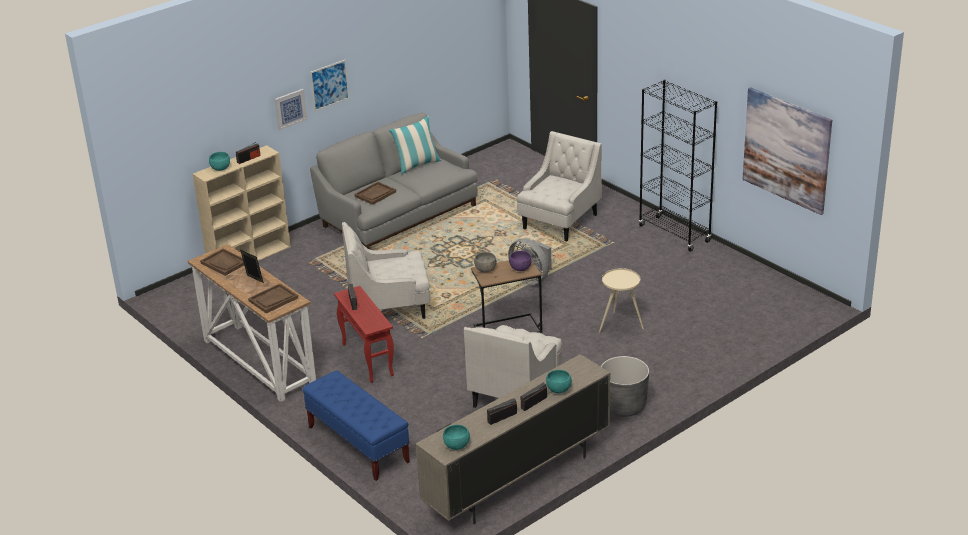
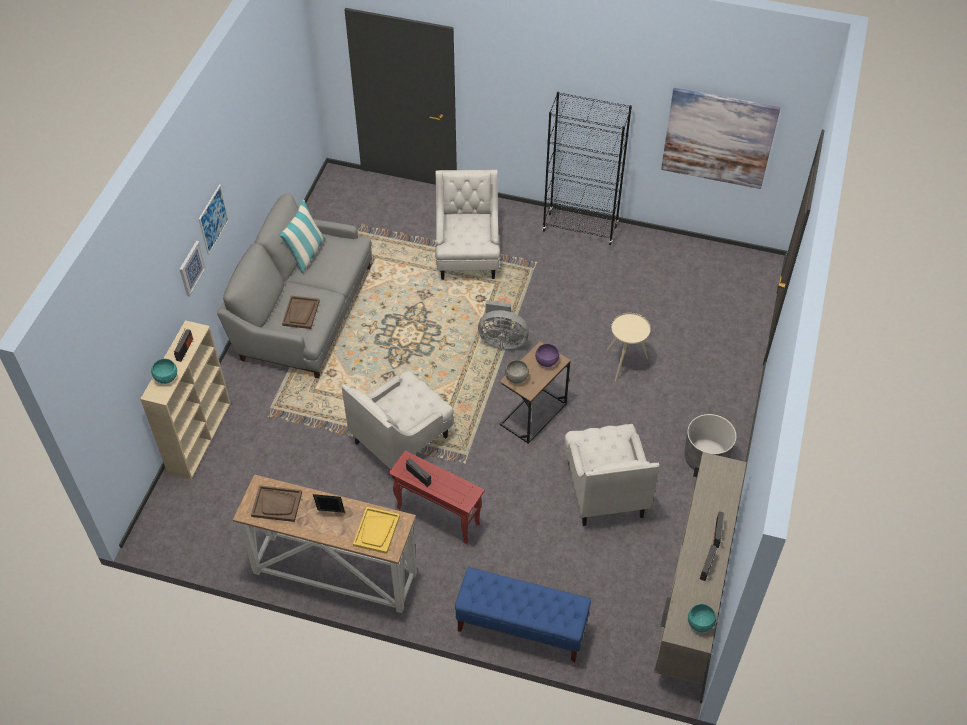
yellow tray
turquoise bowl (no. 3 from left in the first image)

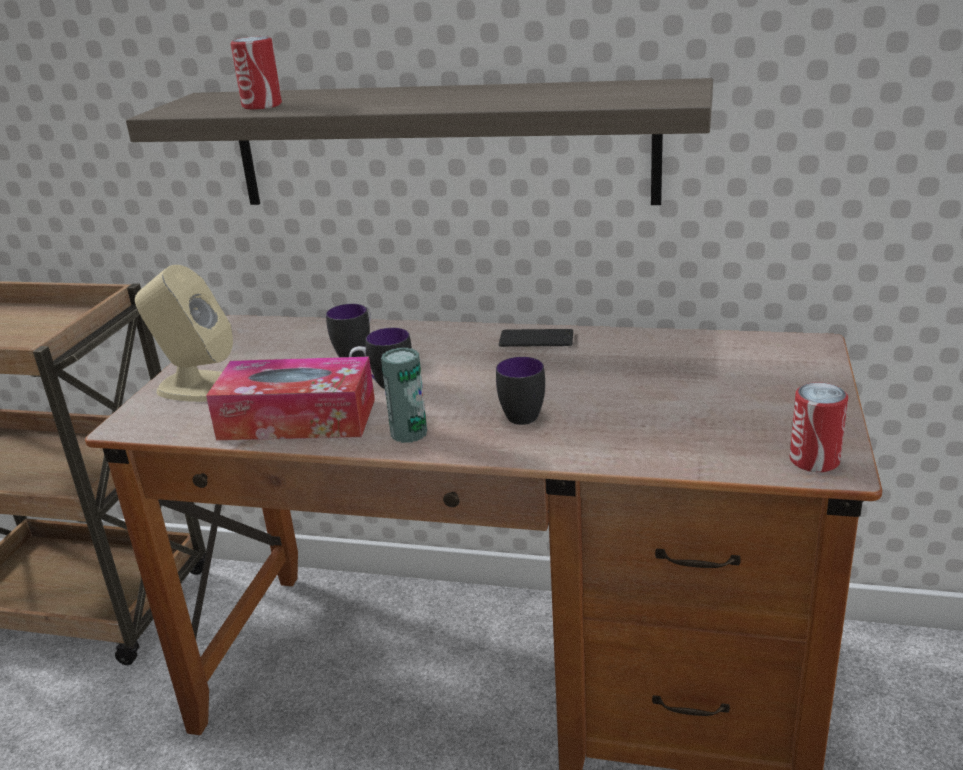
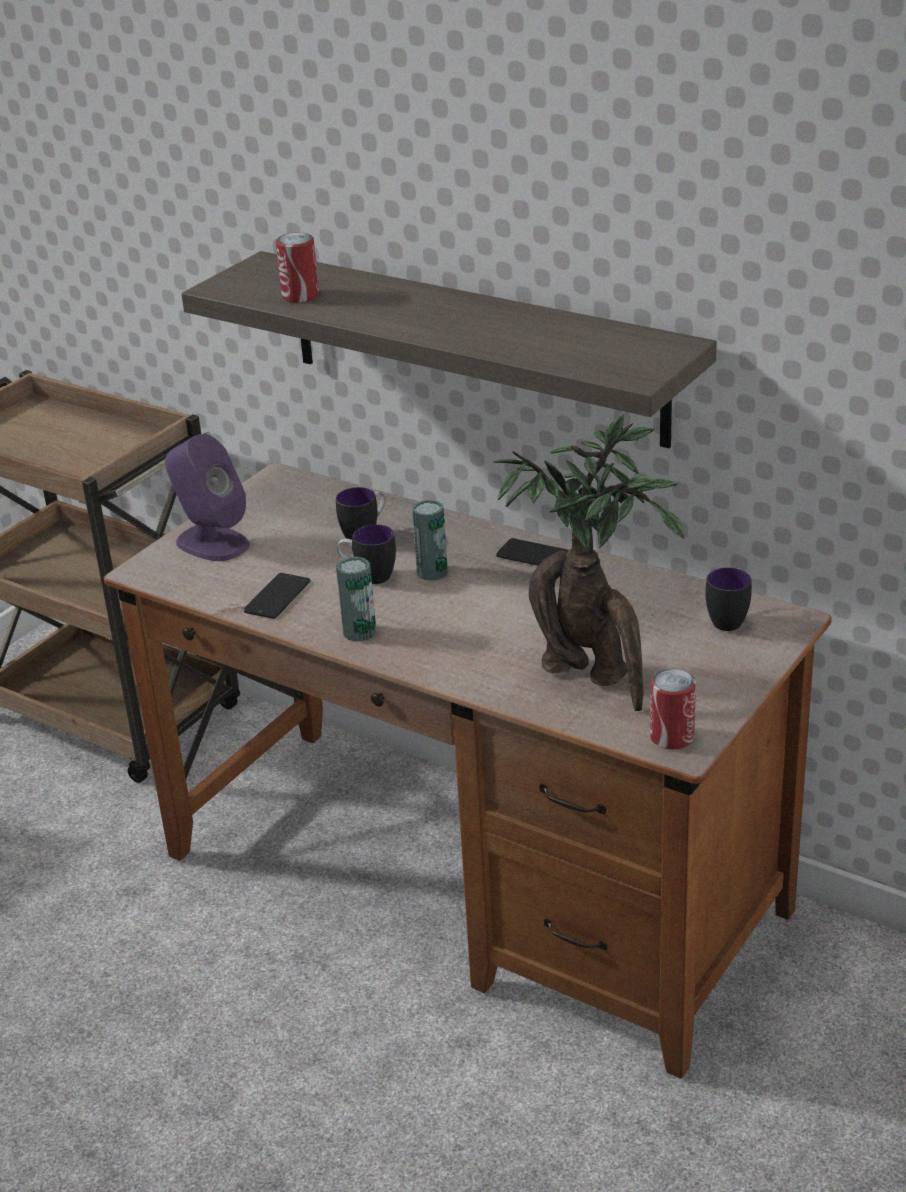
purple speaker
phone (no. 1 from left)
mug (no. 3 from left)
can (no. 3 from left)
potted plant

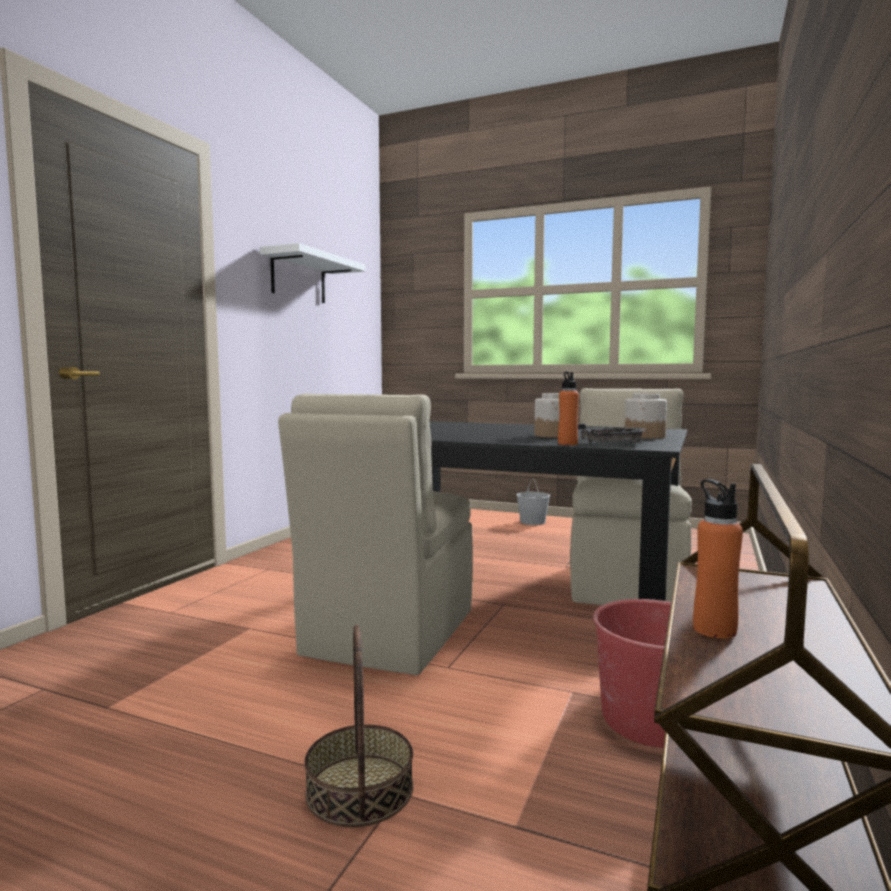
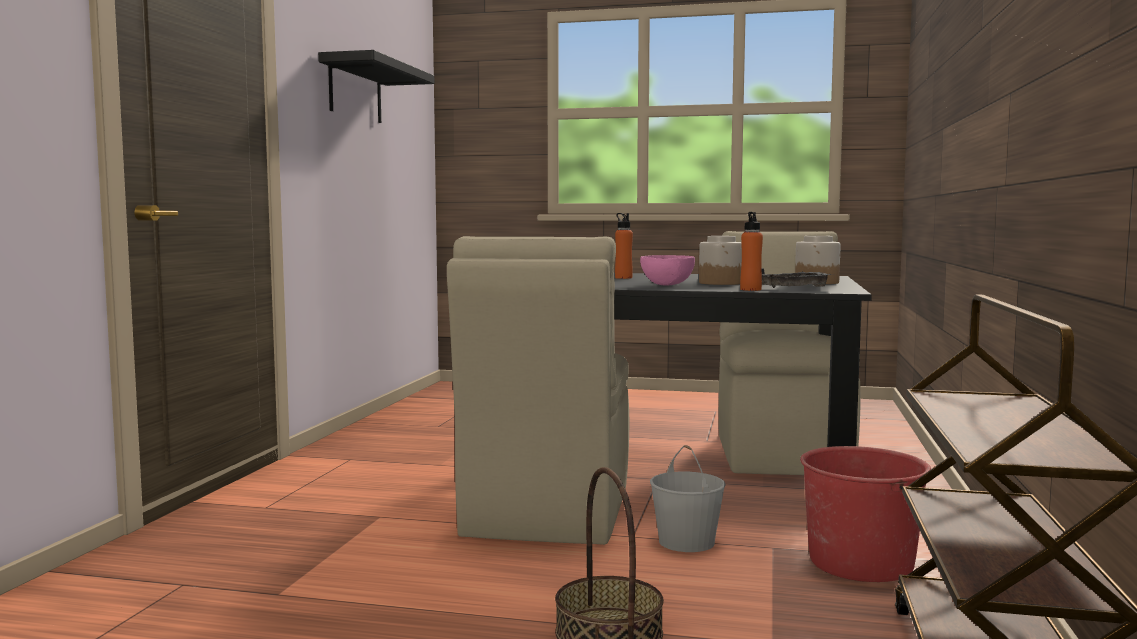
black shelf
white bucket
orange bottle (no. 1 from left)
pink bowl

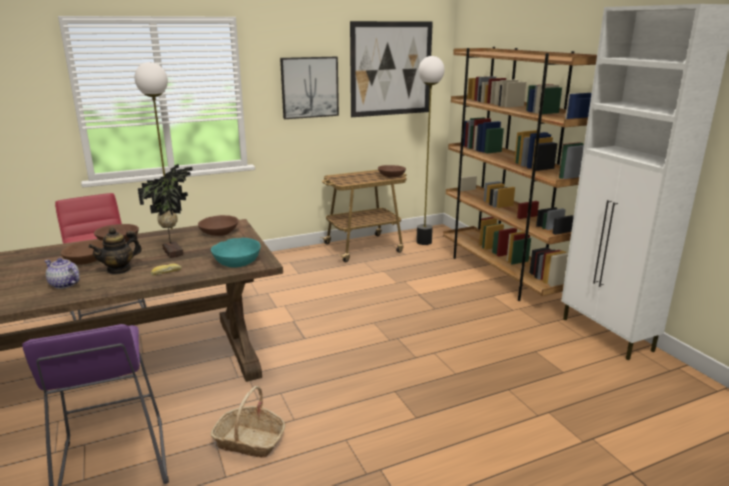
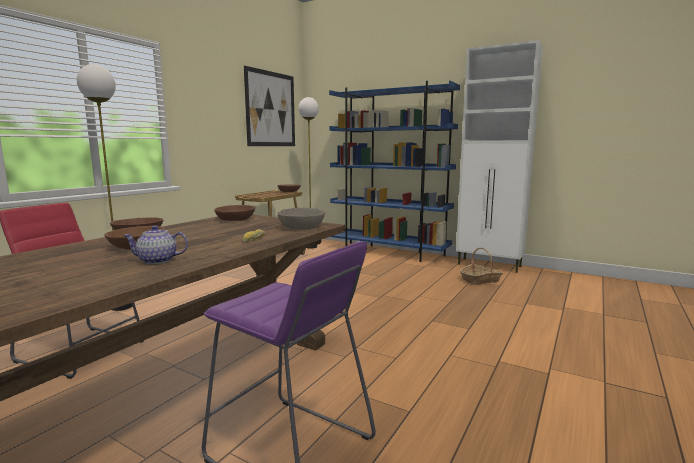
teapot (no. 2 from left in the first image)
potted plant
grey bowl
basket
picture (no. 1 from left in the first image)
blue bookcase

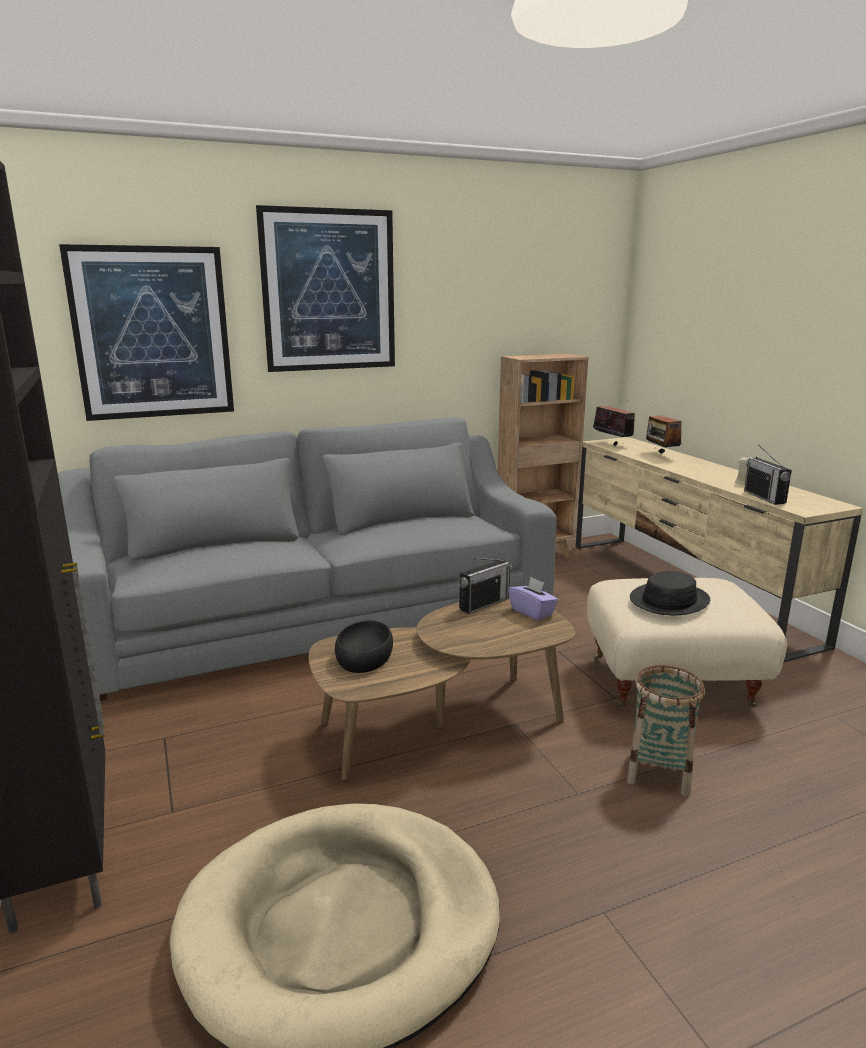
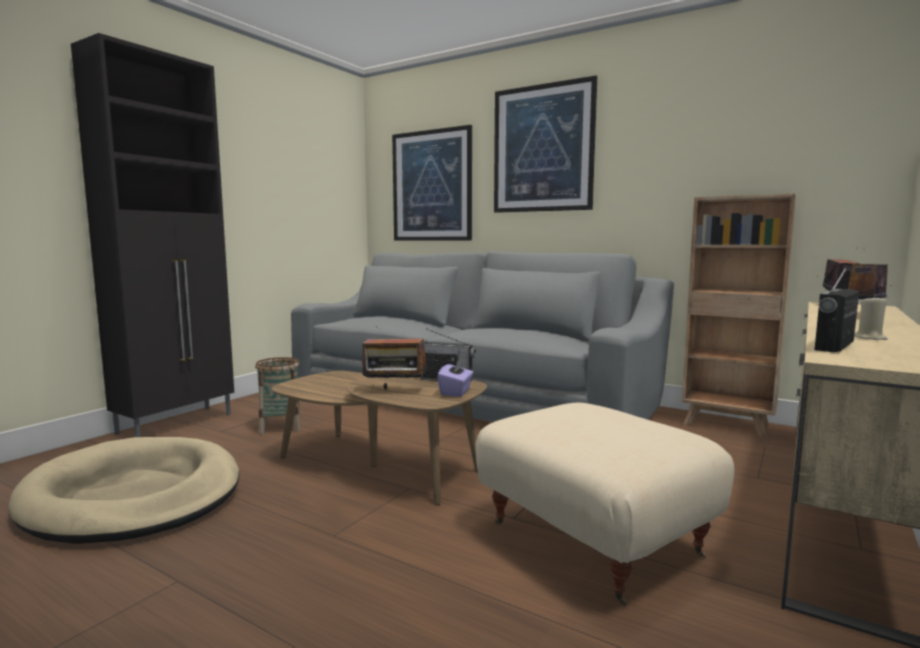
black bowl
basket
black hat
radio (no. 1 from left)

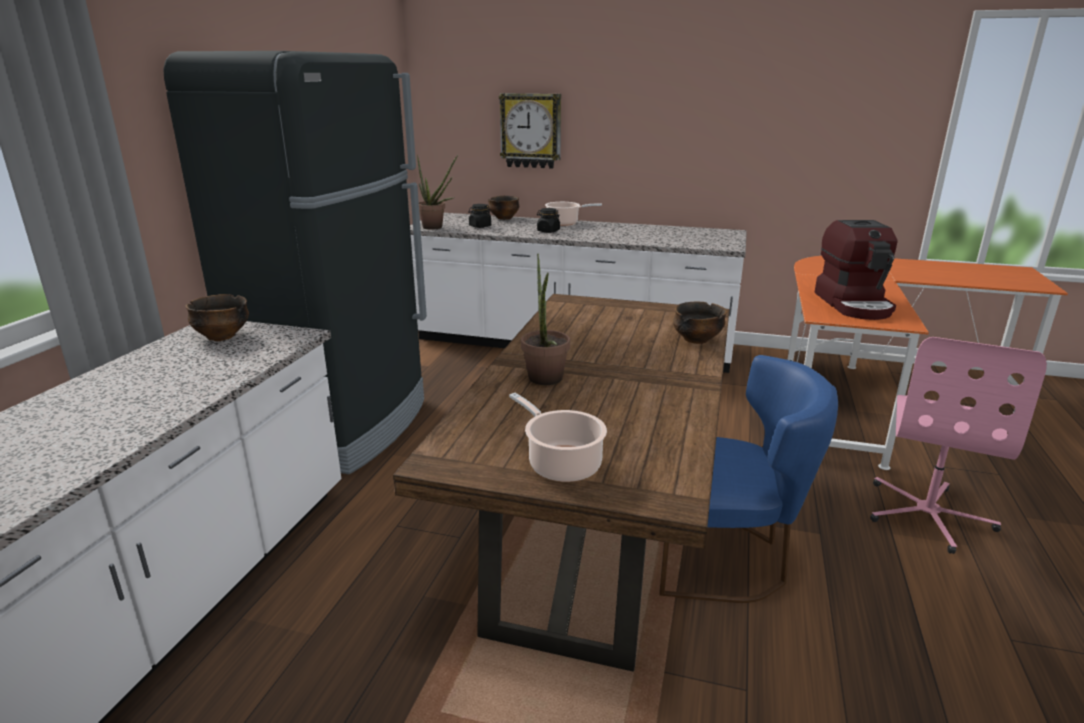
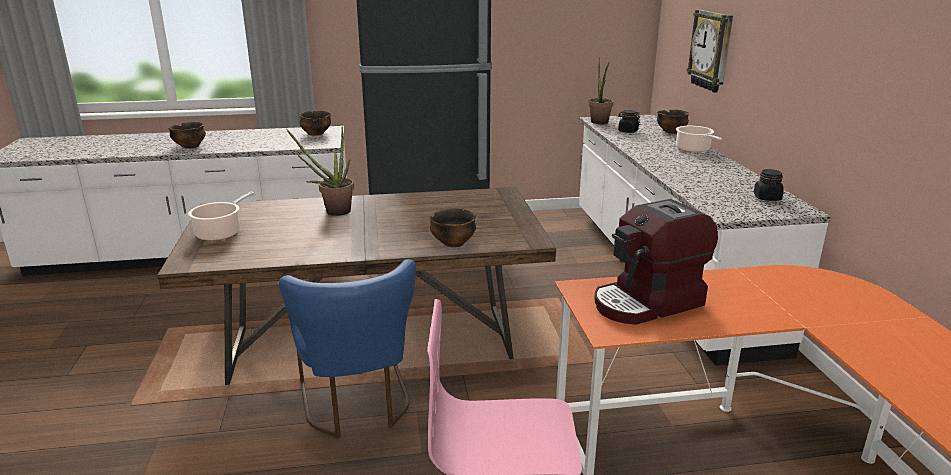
black jar (no. 2 from left)
bowl (no. 1 from left)

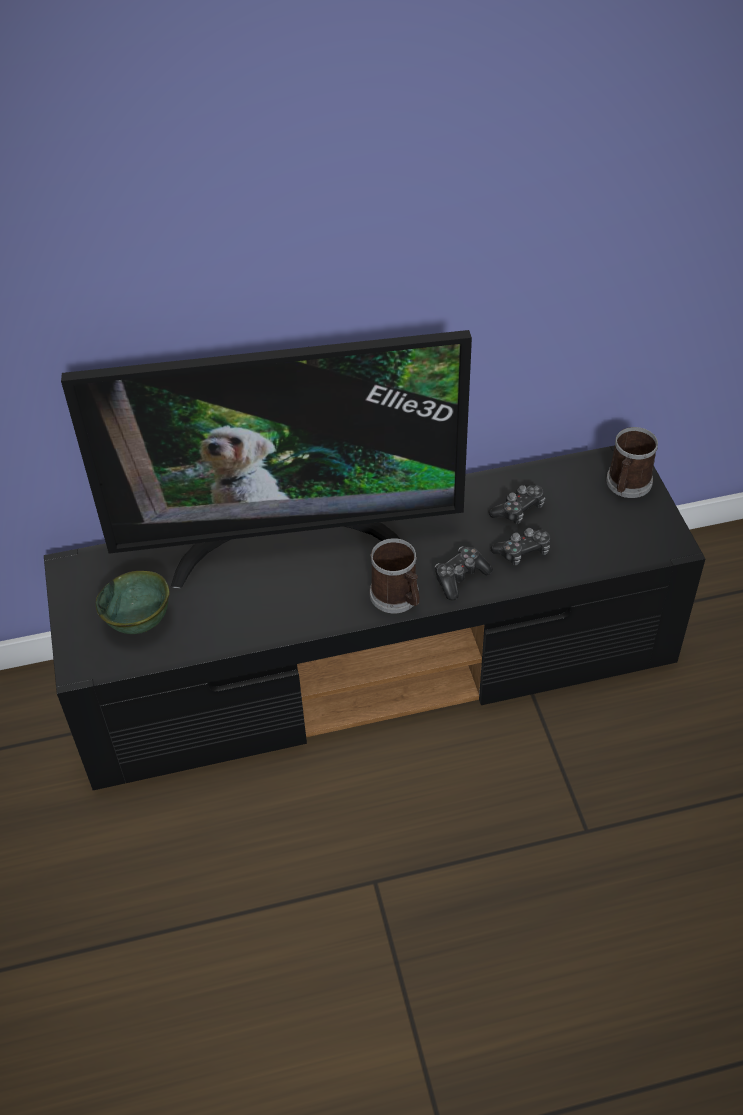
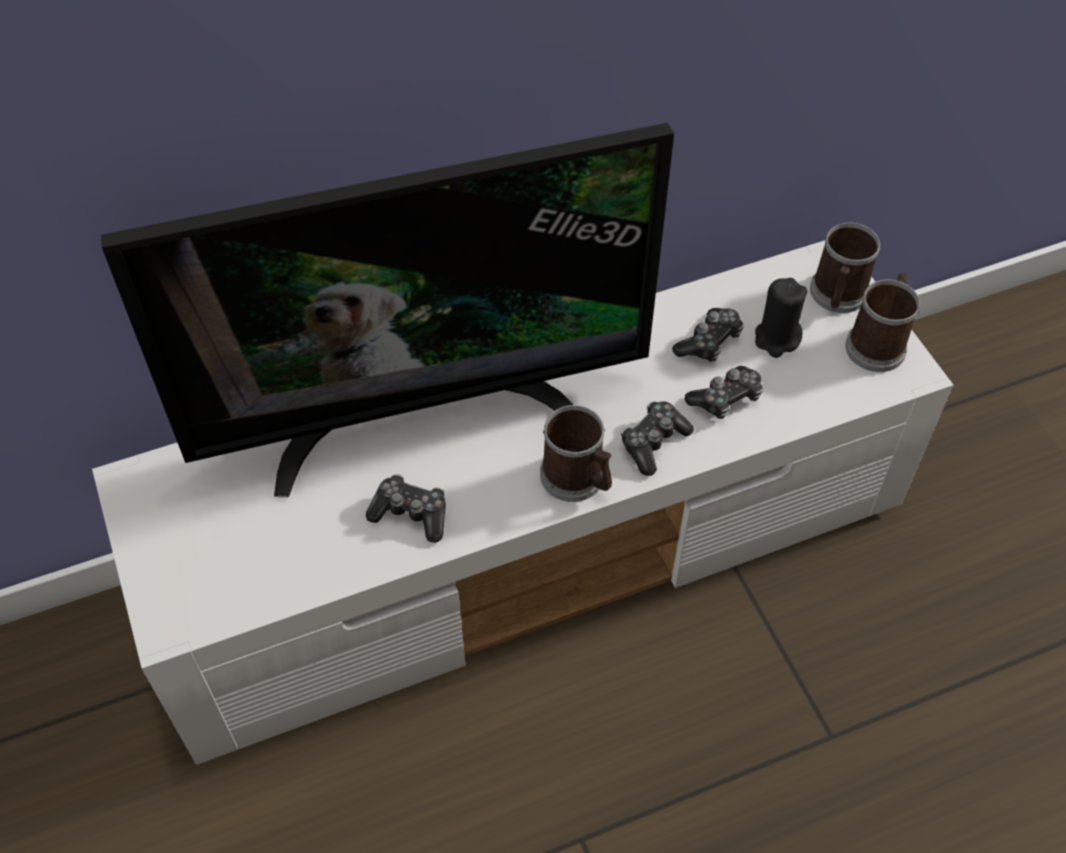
white tv stand
green bowl
game controller (no. 1 from left)
black candle
mug (no. 3 from left)

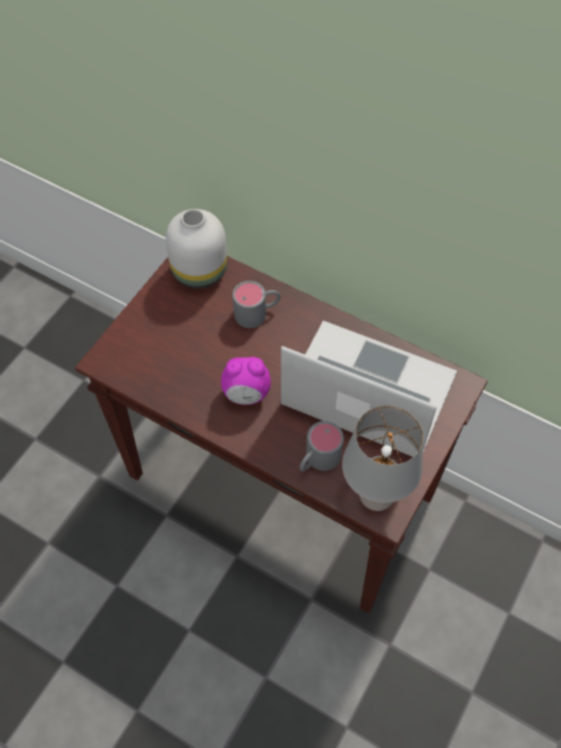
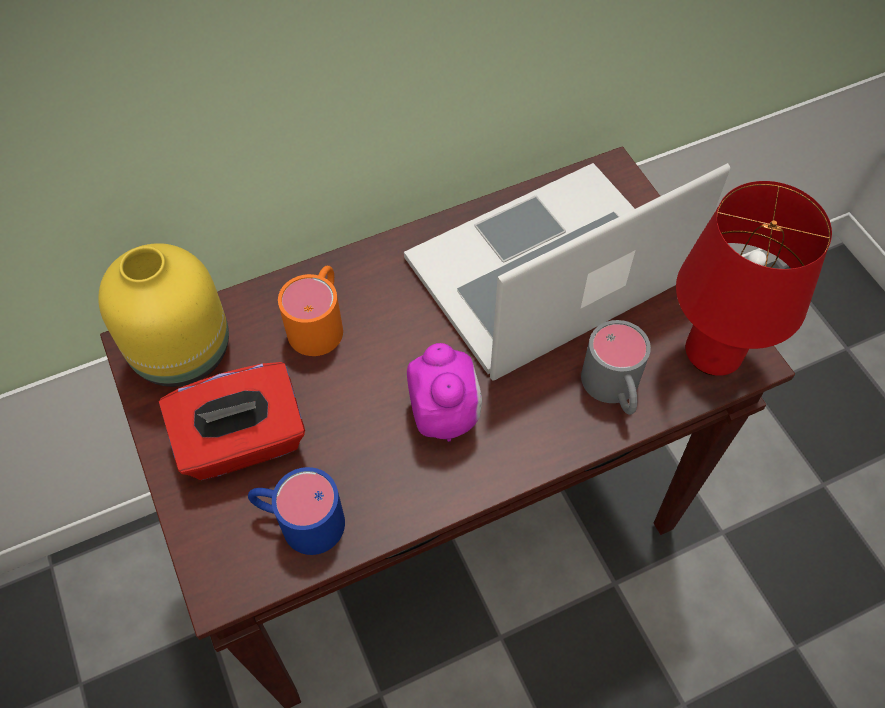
yellow vase
alarm clock
orange mug
red table lamp
red tissue box
blue mug

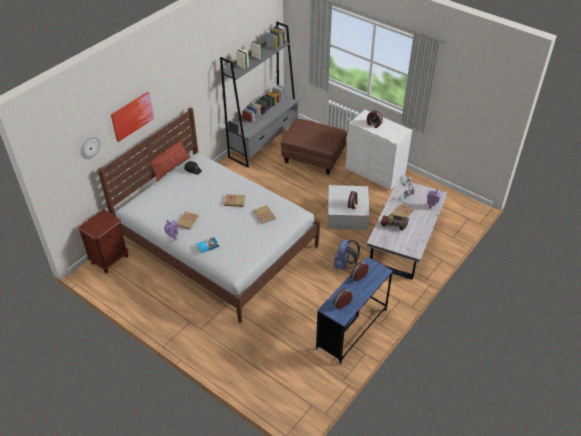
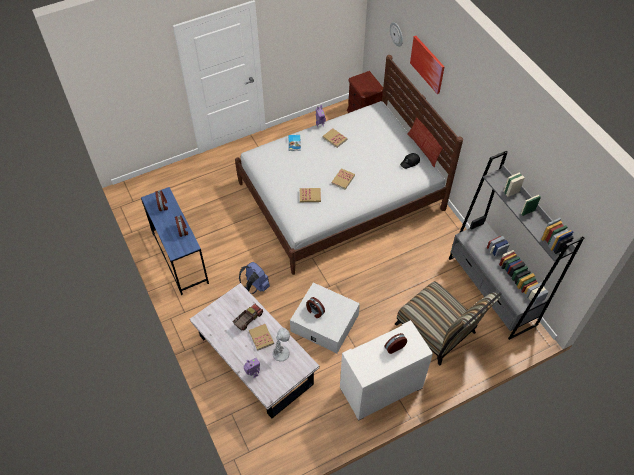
chair

